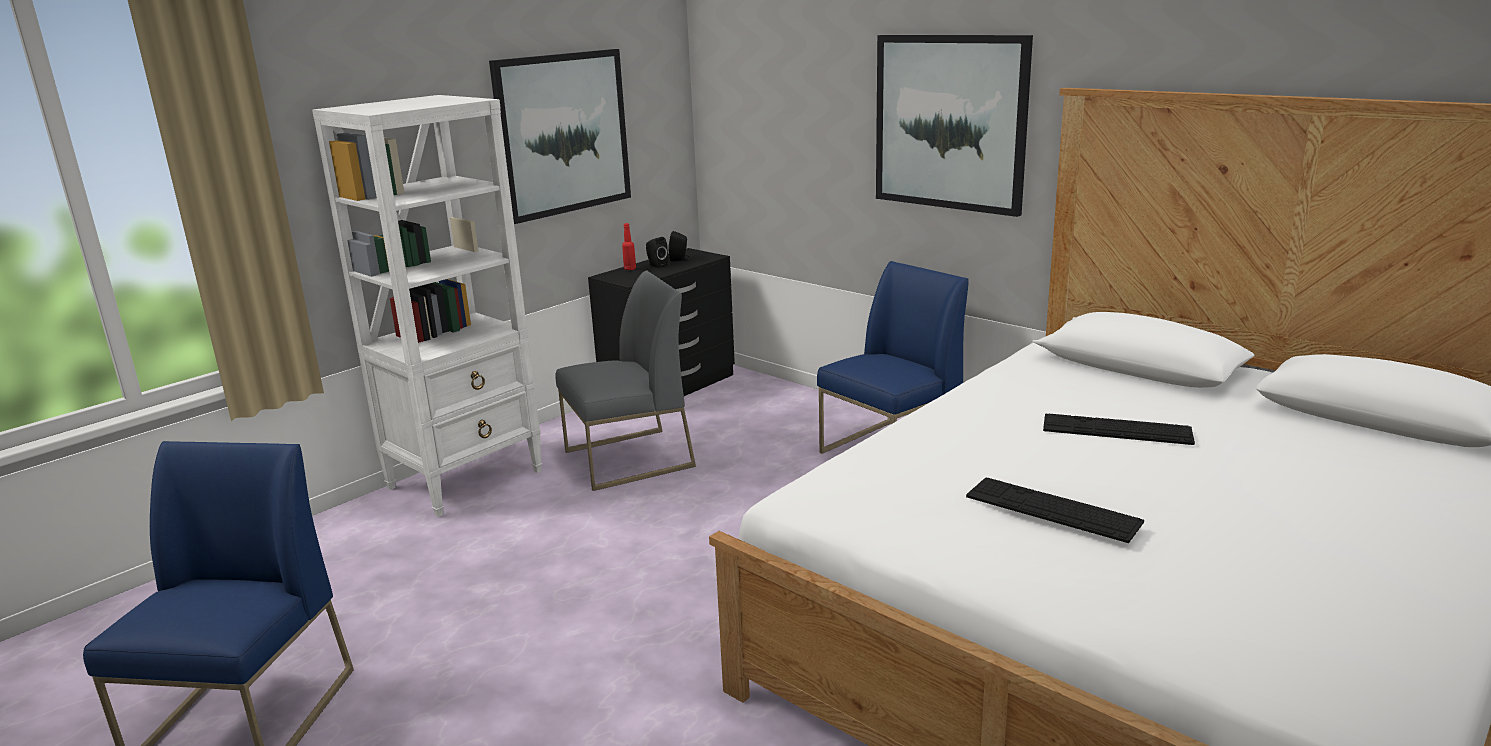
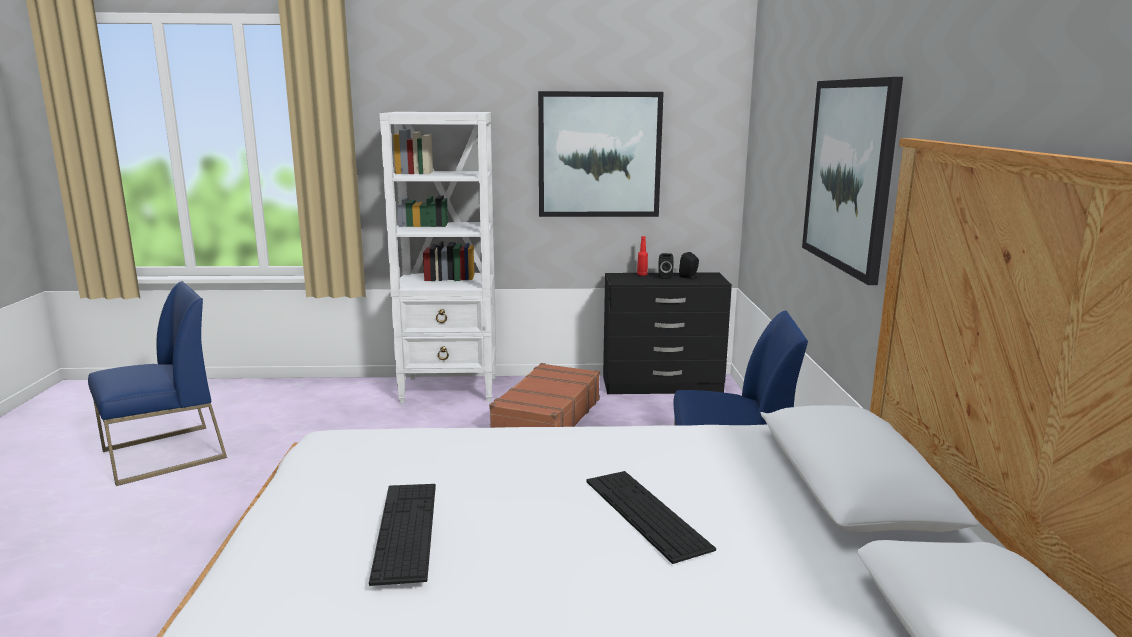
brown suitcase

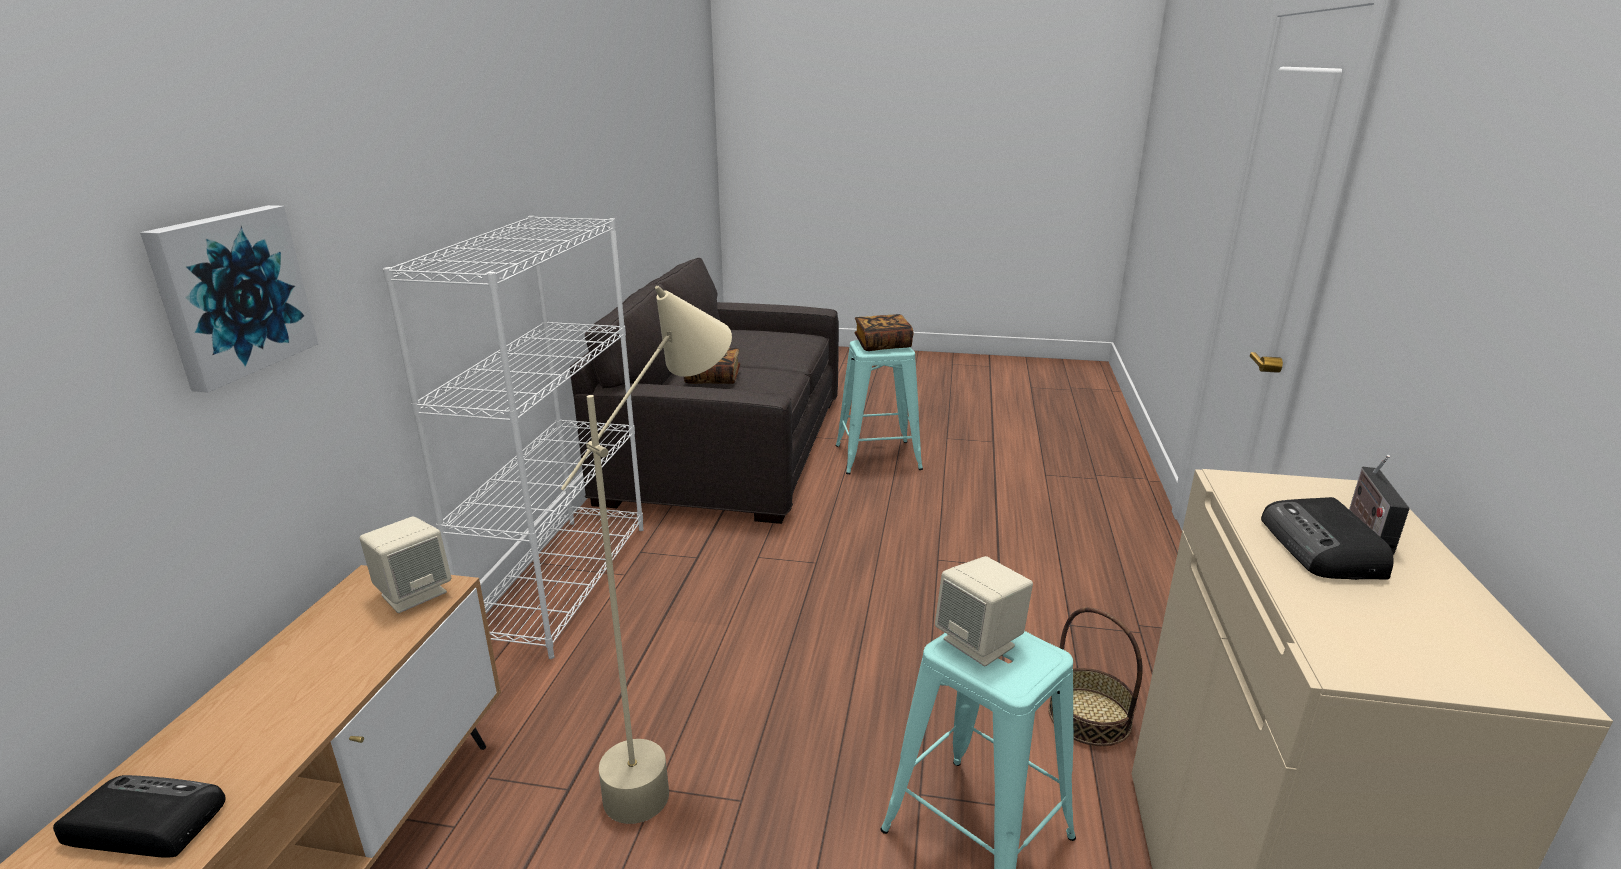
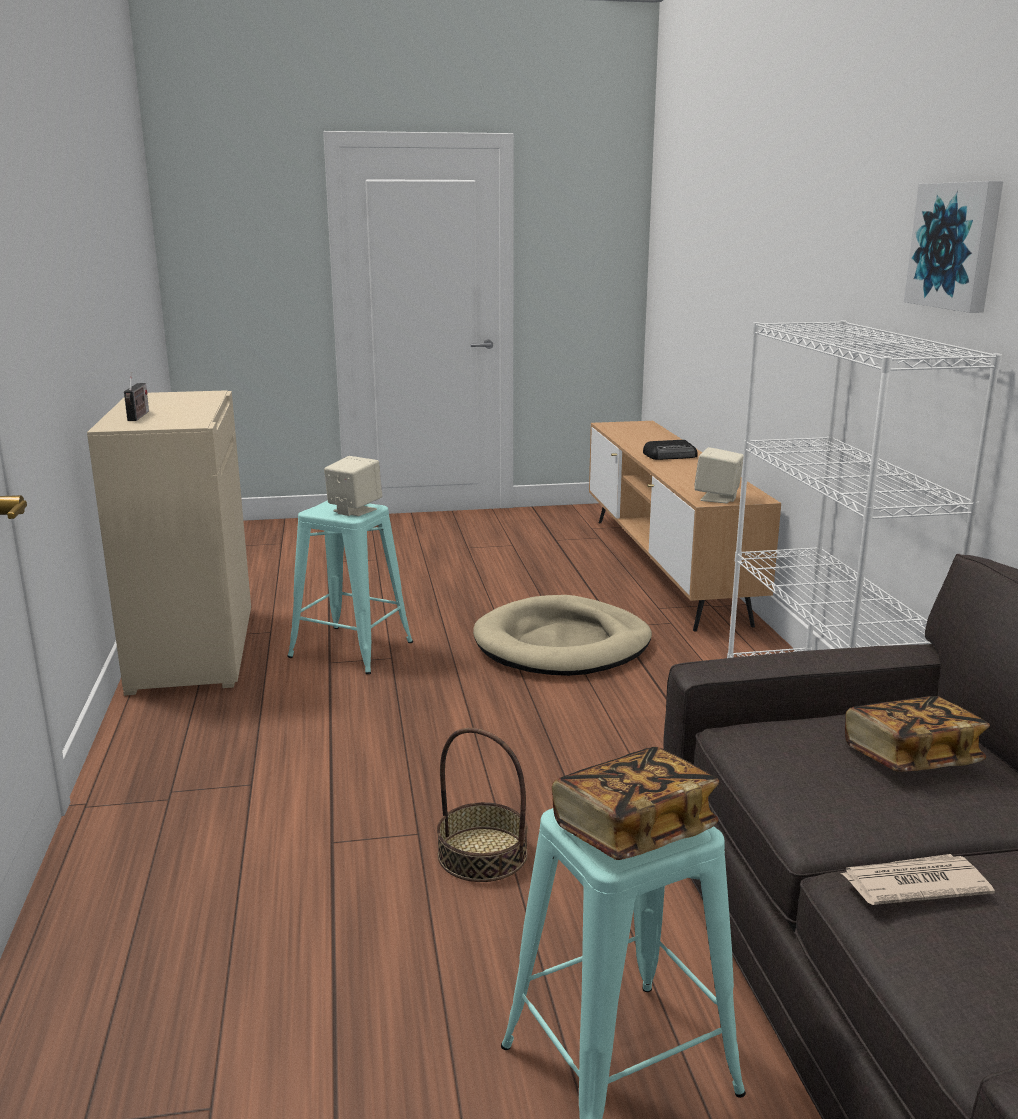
picture
beige dog bed
basket
radio (no. 2 from left in the first image)
newspaper

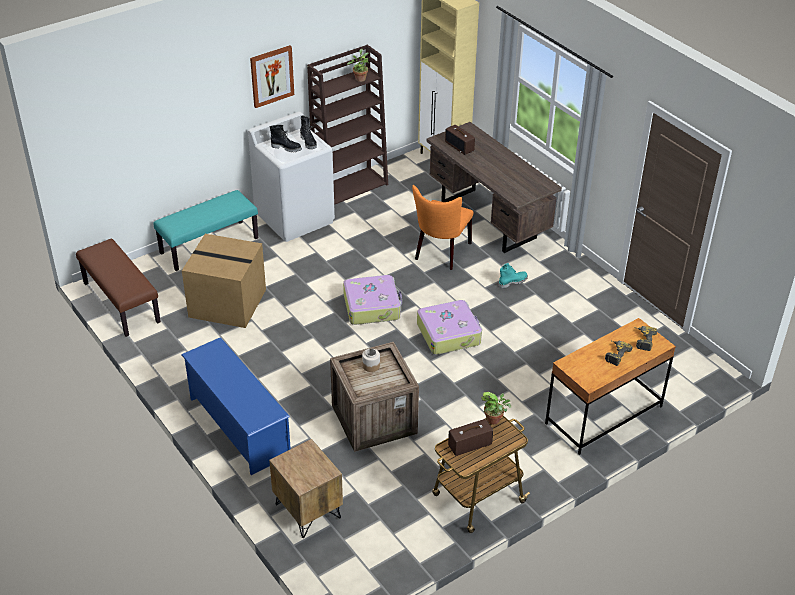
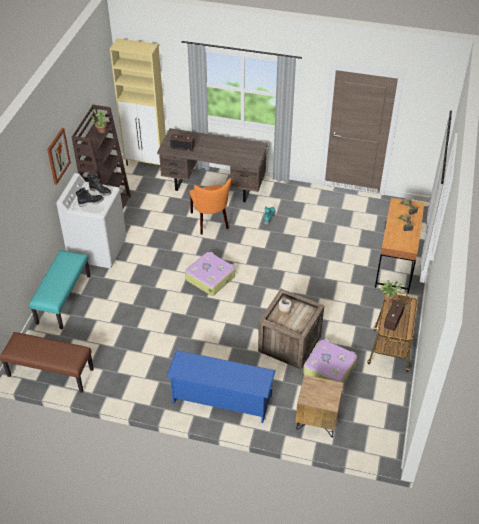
cardboard box
suitcase (no. 2 from left)

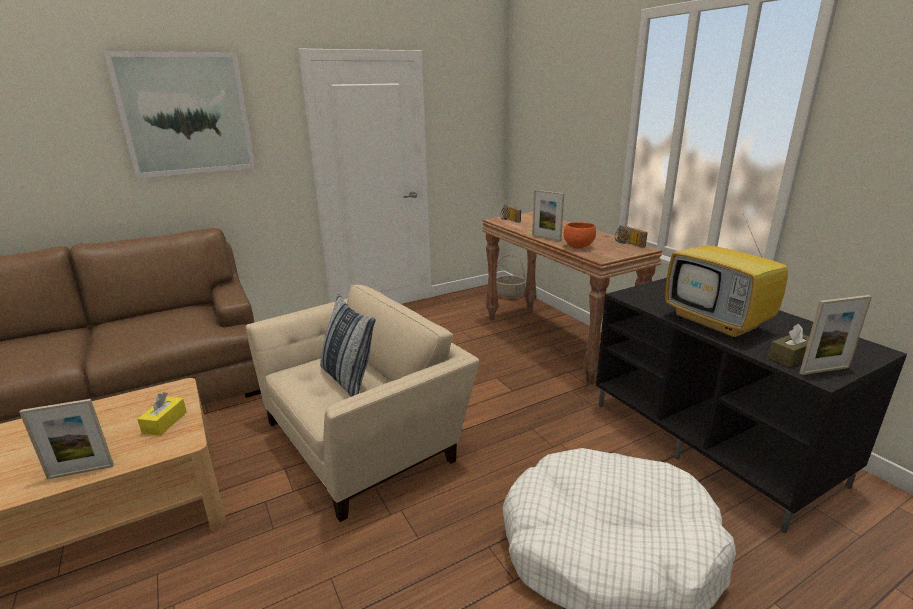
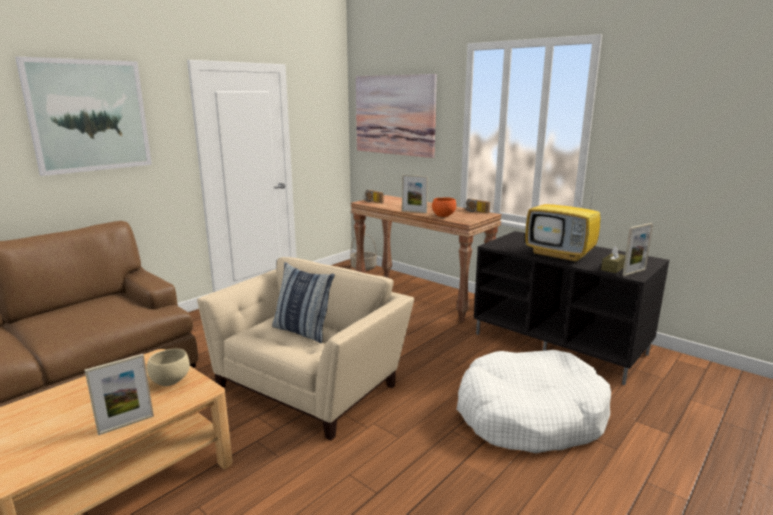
beige bowl
picture (no. 2 from left)

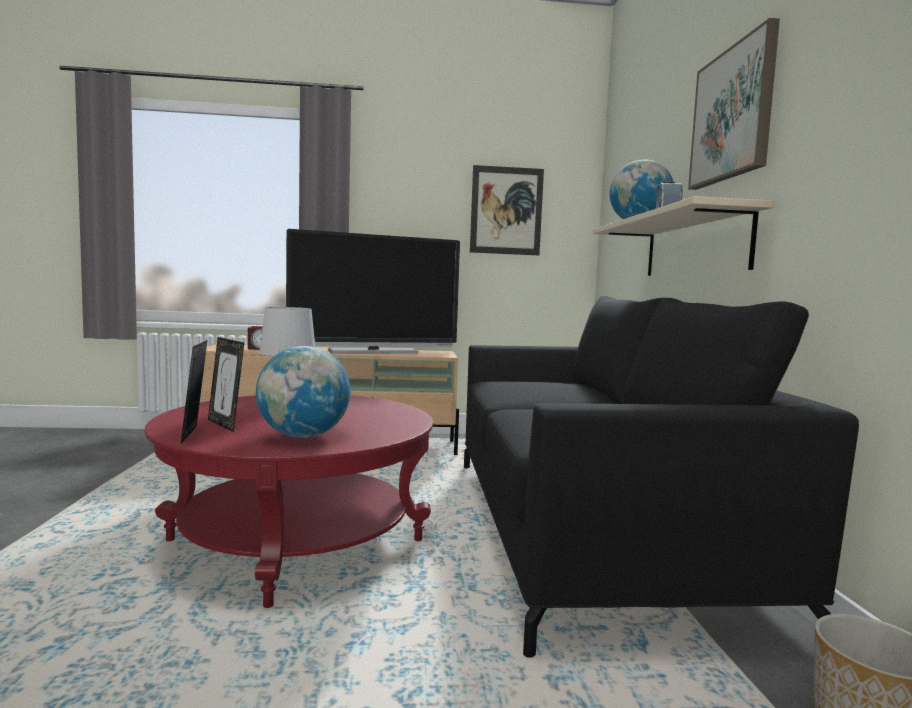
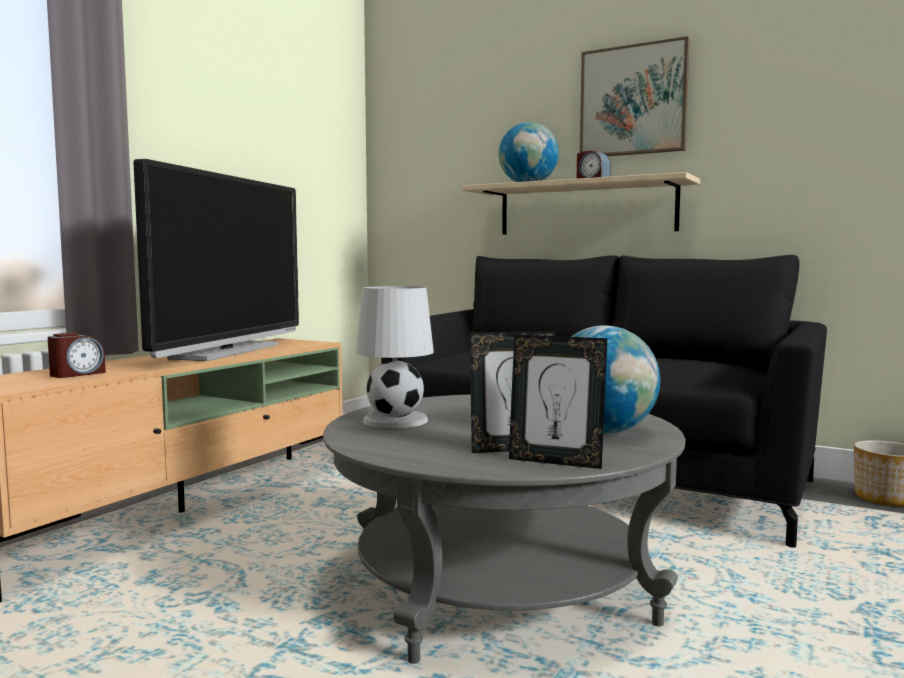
grey coffee table
picture (no. 1 from left in the first image)

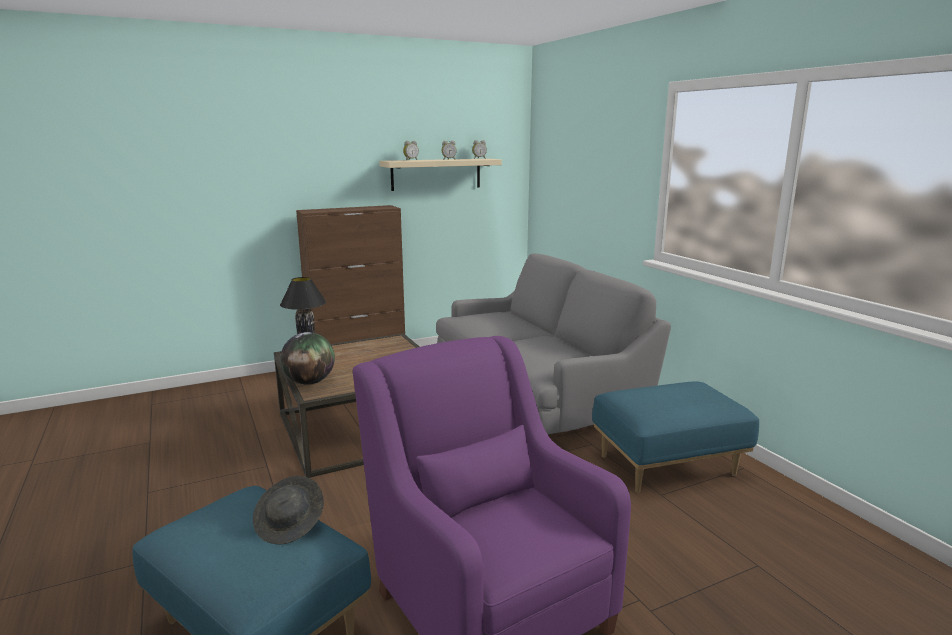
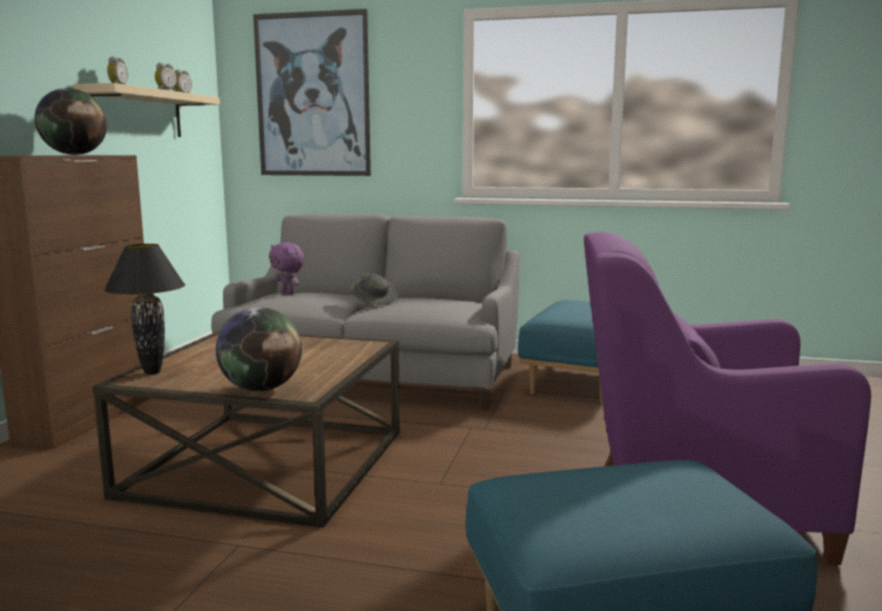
grey hat
globe (no. 1 from left)
picture
purple plush toy

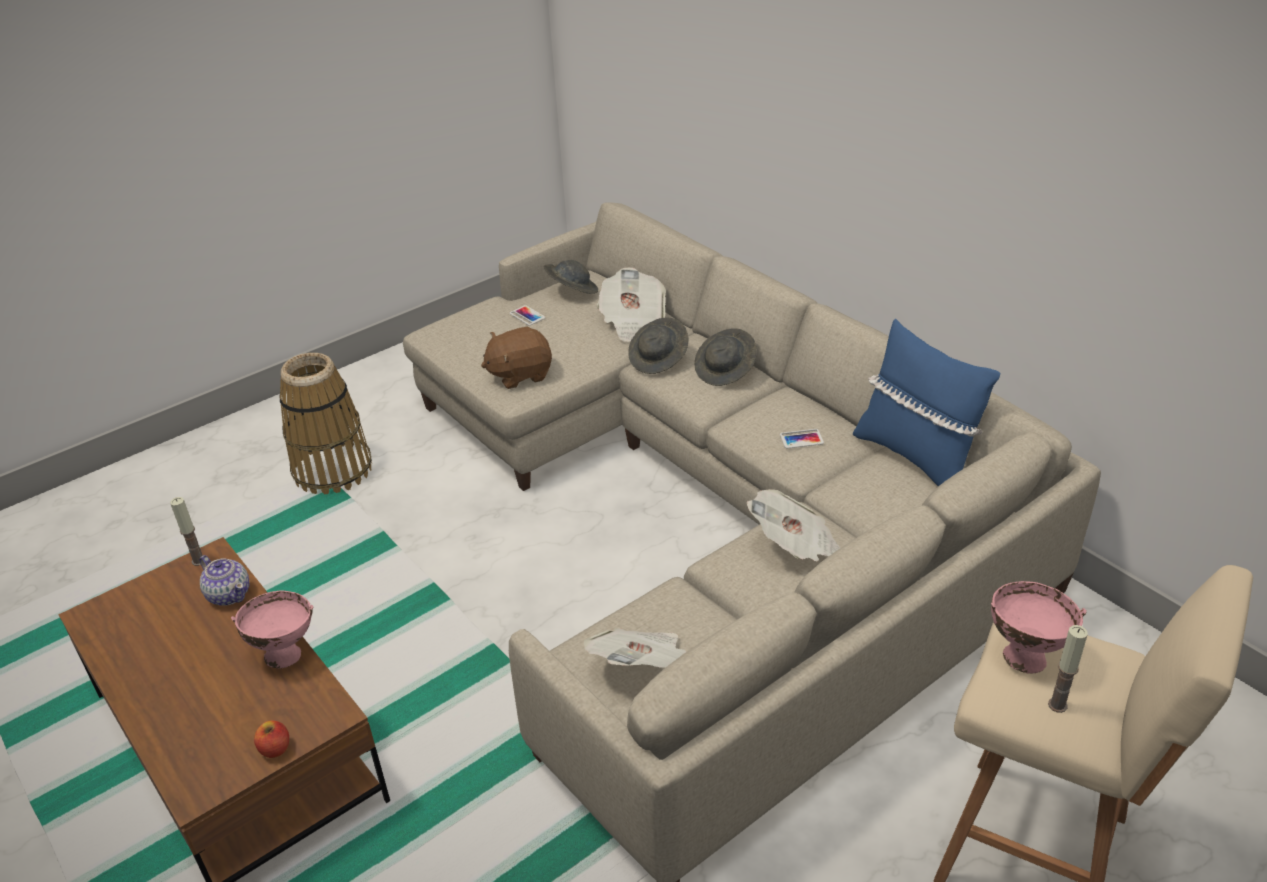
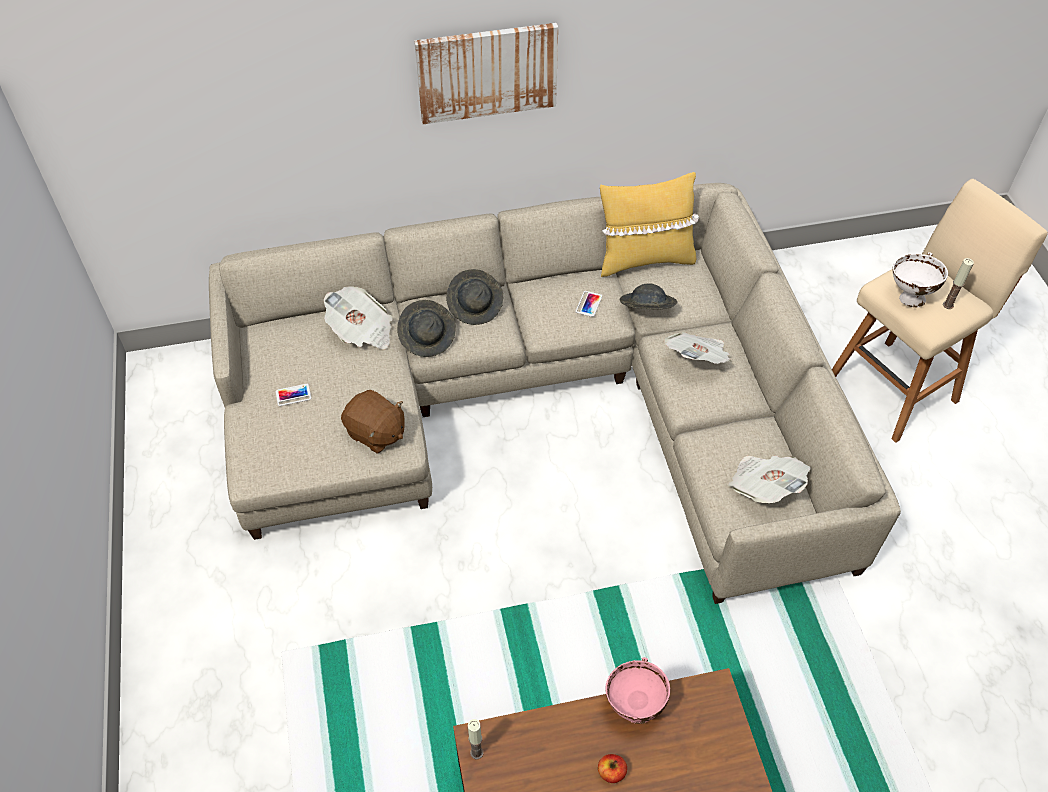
teapot
apple
basket
brown plush toy
grey hat (no. 3 from left)
yellow pillow
white bowl
picture

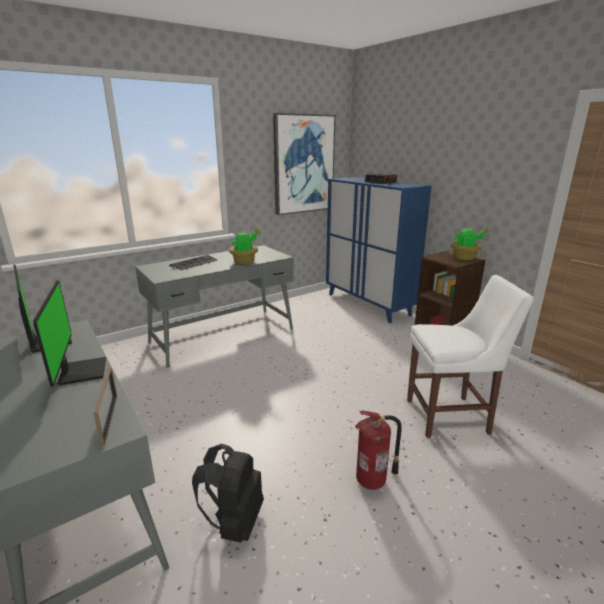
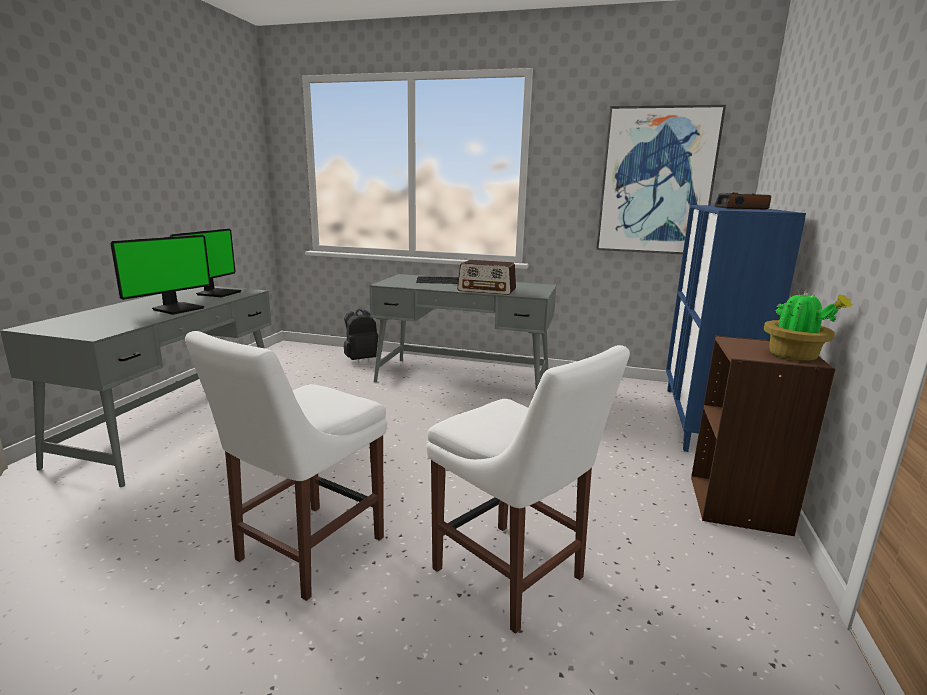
picture frame
black backpack
radio
white chair (no. 1 from left)

